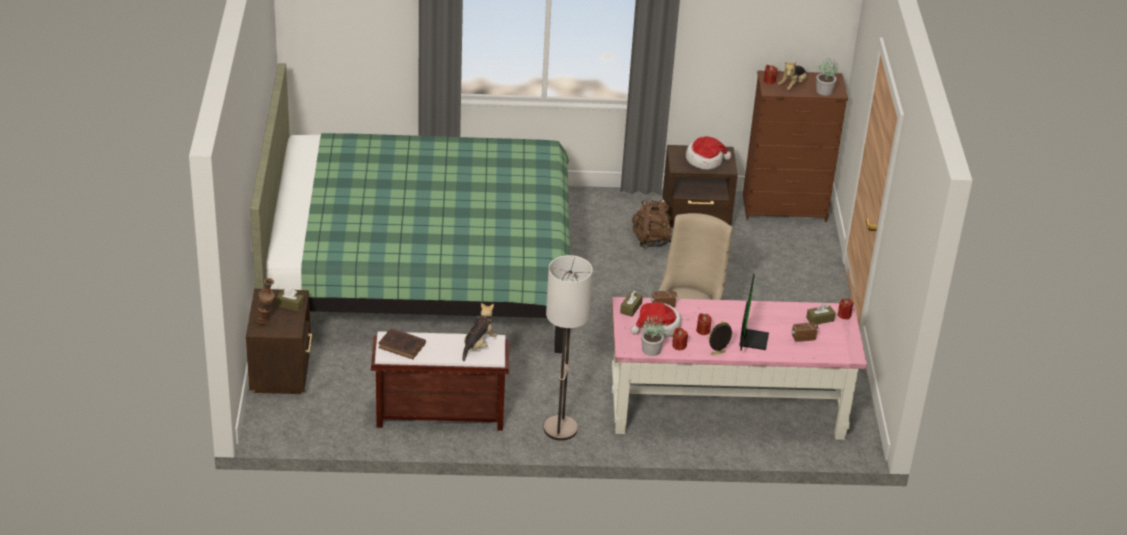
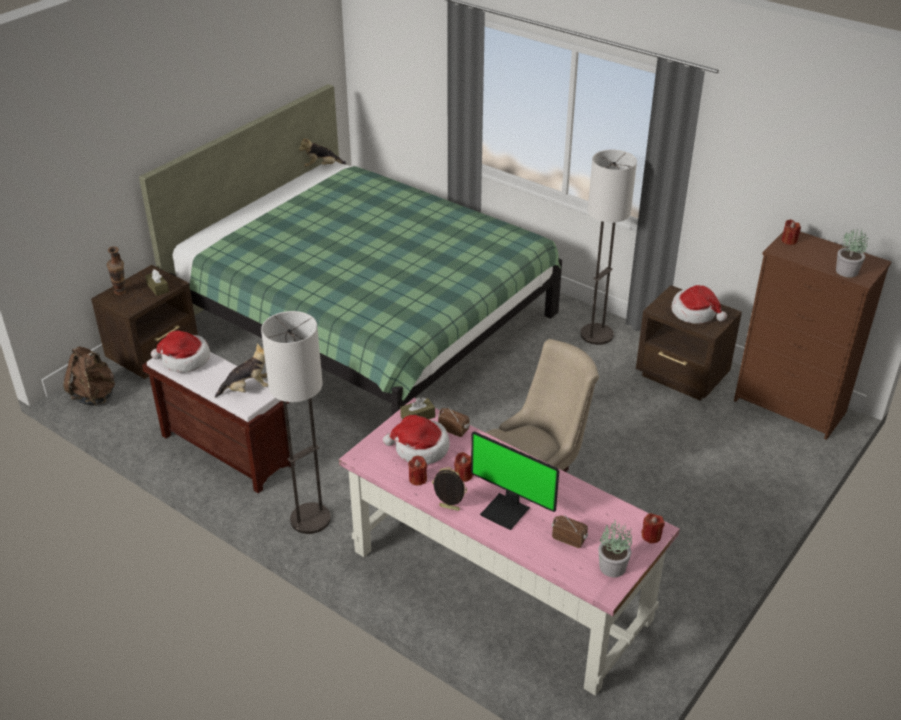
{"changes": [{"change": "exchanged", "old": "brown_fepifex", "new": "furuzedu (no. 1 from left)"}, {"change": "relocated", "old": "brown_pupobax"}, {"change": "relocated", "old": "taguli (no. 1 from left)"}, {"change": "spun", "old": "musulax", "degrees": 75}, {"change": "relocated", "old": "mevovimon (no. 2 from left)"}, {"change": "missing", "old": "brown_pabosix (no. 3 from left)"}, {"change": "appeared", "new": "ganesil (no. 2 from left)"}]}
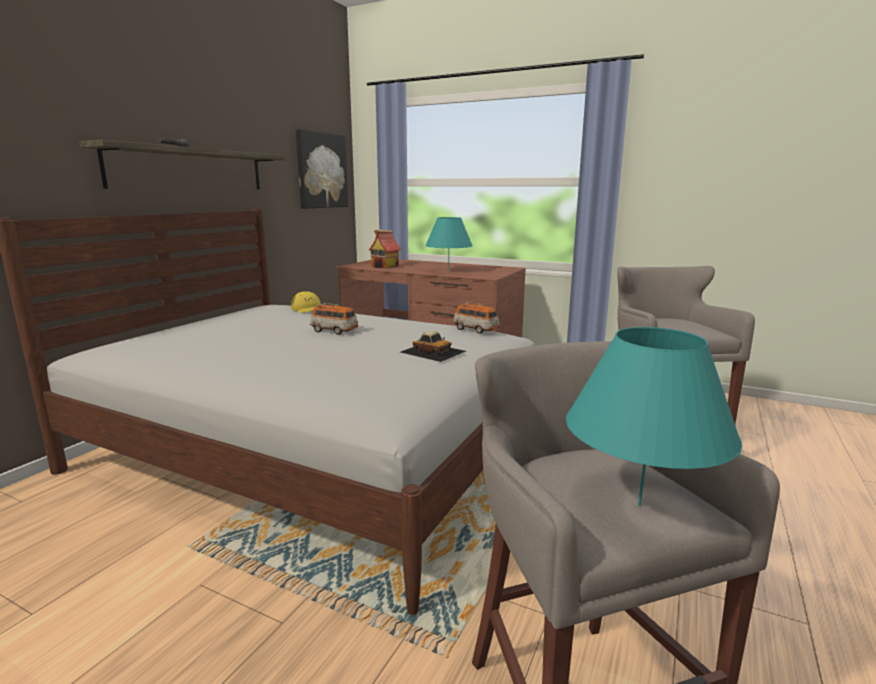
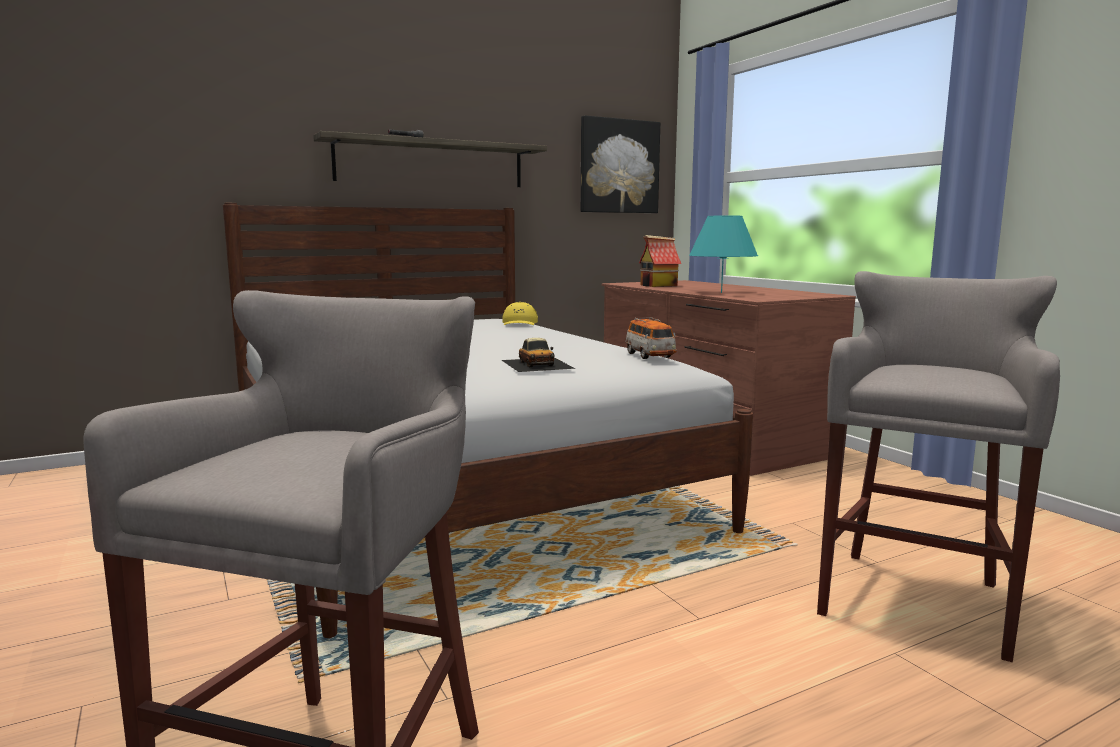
{"changes": [{"change": "missing", "old": "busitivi (no. 1 from left)"}, {"change": "missing", "old": "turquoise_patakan (no. 2 from left)"}]}
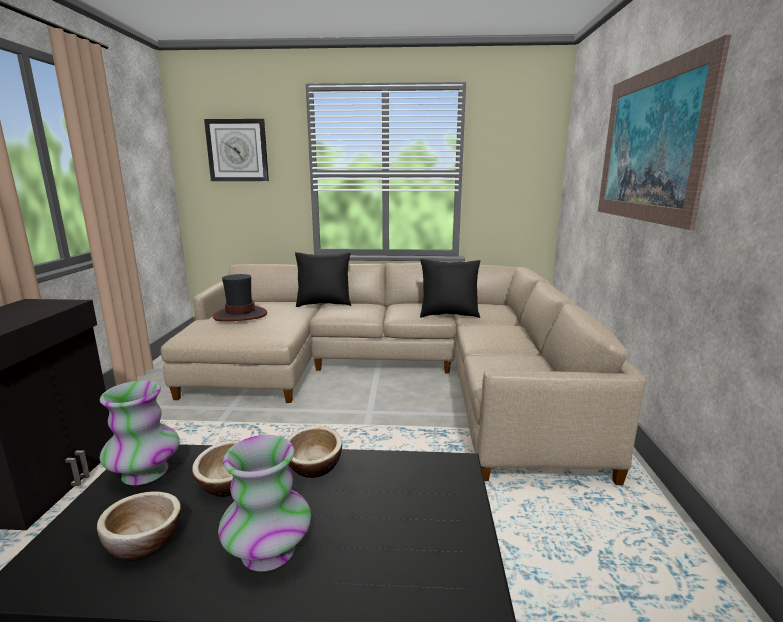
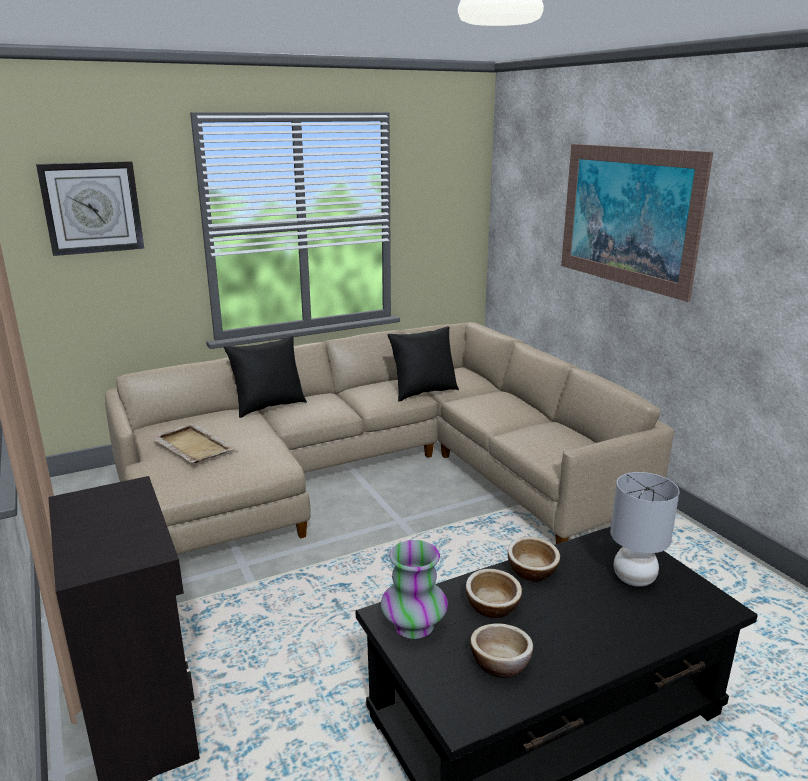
{"changes": [{"change": "exchanged", "old": "furuzedu", "new": "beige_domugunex"}, {"change": "missing", "old": "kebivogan (no. 2 from left)"}, {"change": "appeared", "new": "grey_patakan"}]}
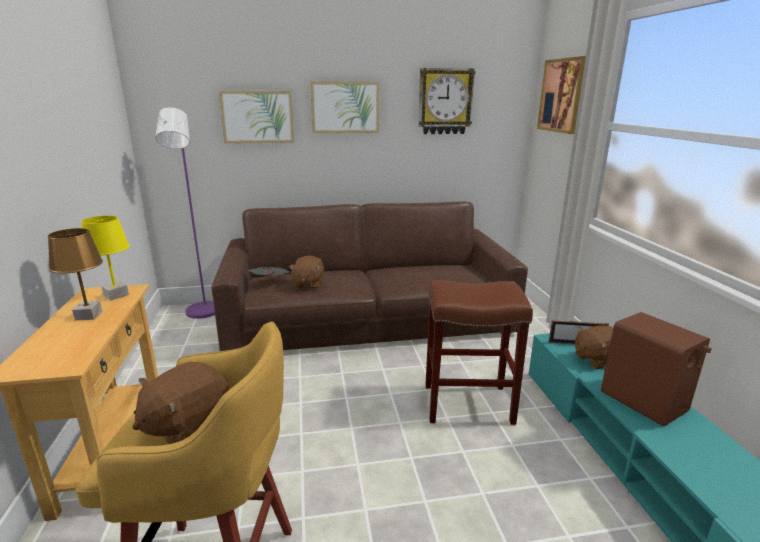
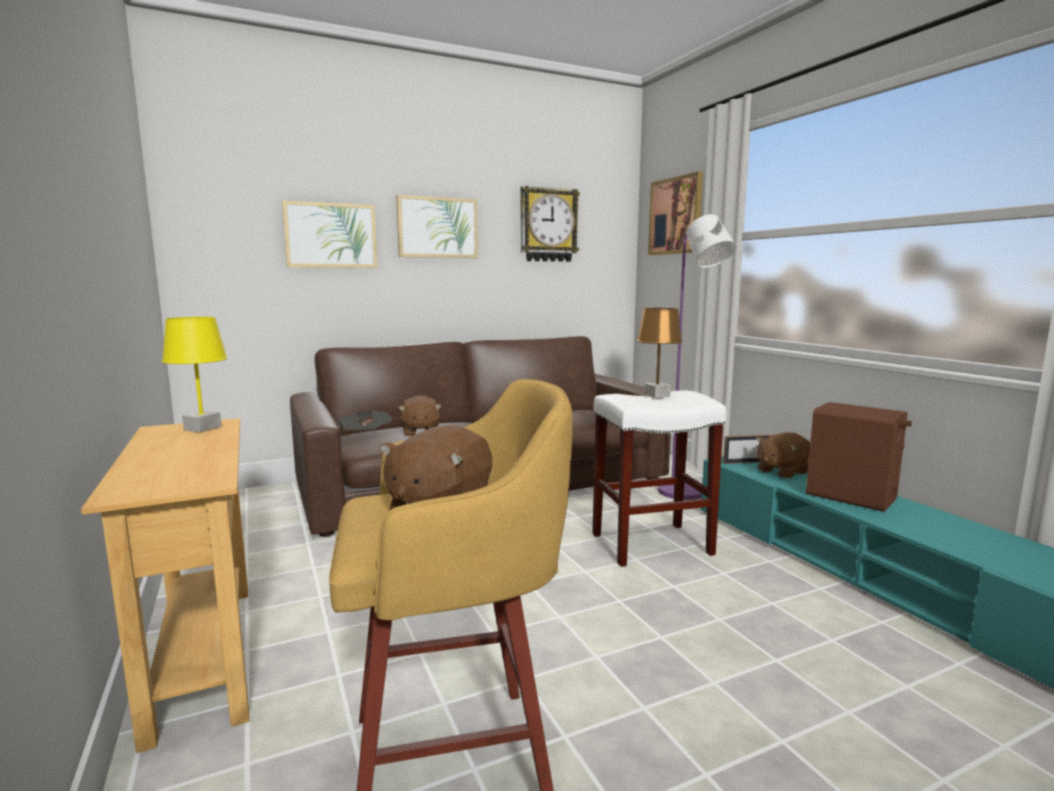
{"changes": [{"change": "relocated", "old": "brown_patakan"}, {"change": "relocated", "old": "purple_ganesil"}, {"change": "colour", "old": "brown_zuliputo", "new": "white_zuliputo"}]}
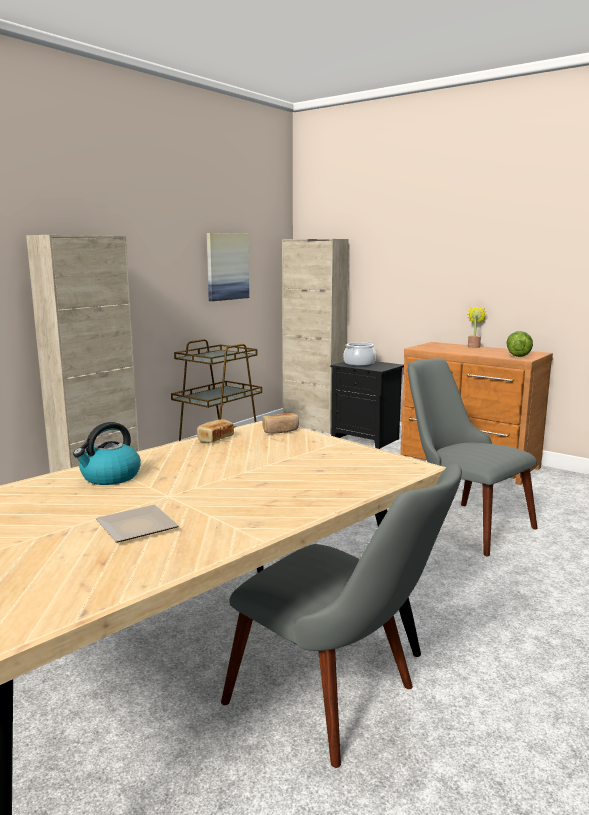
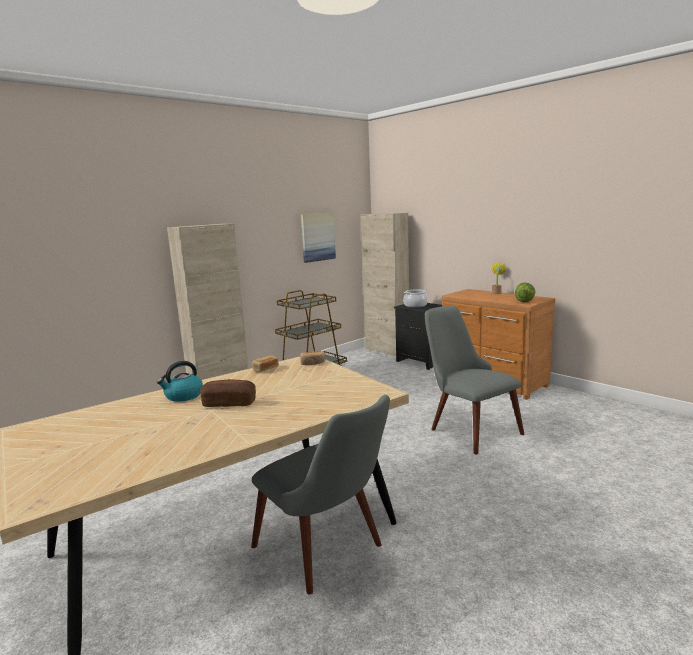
{"changes": [{"change": "missing", "old": "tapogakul"}, {"change": "appeared", "new": "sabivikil (no. 1 from left)"}]}
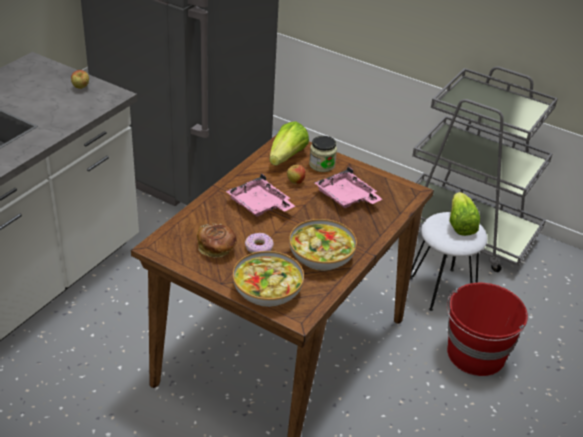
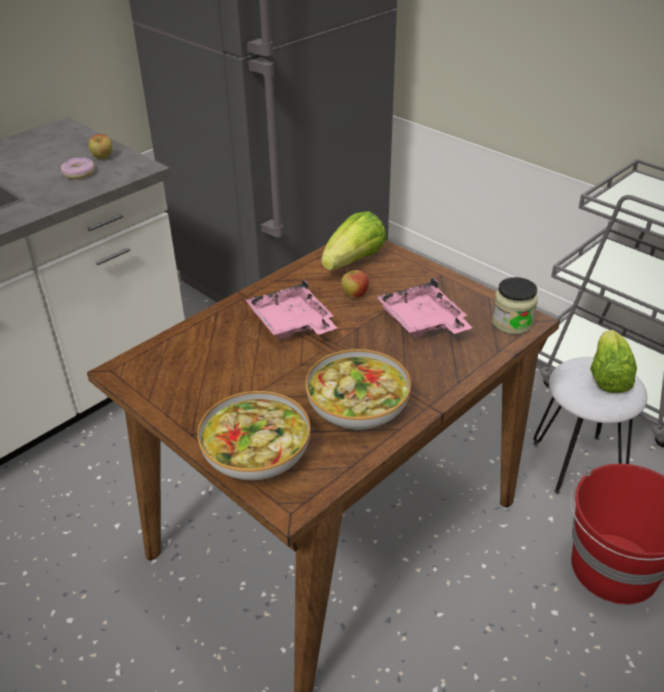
{"changes": [{"change": "missing", "old": "sabivikil"}, {"change": "relocated", "old": "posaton"}, {"change": "relocated", "old": "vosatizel"}]}
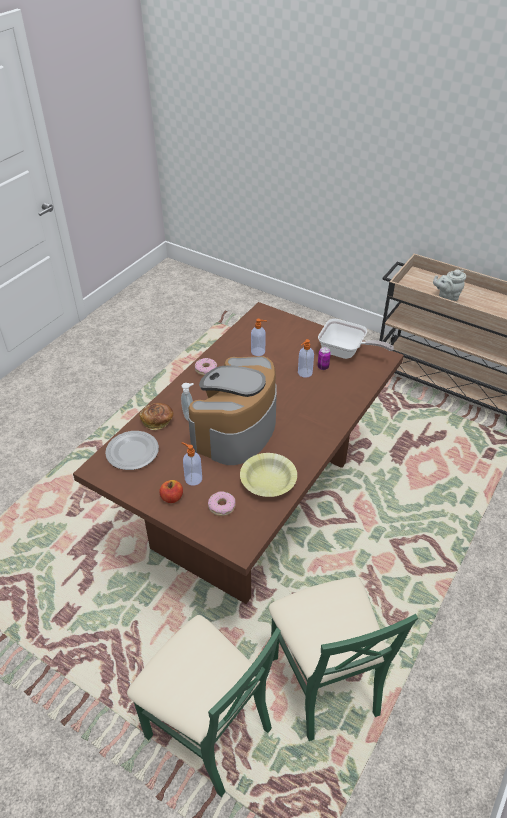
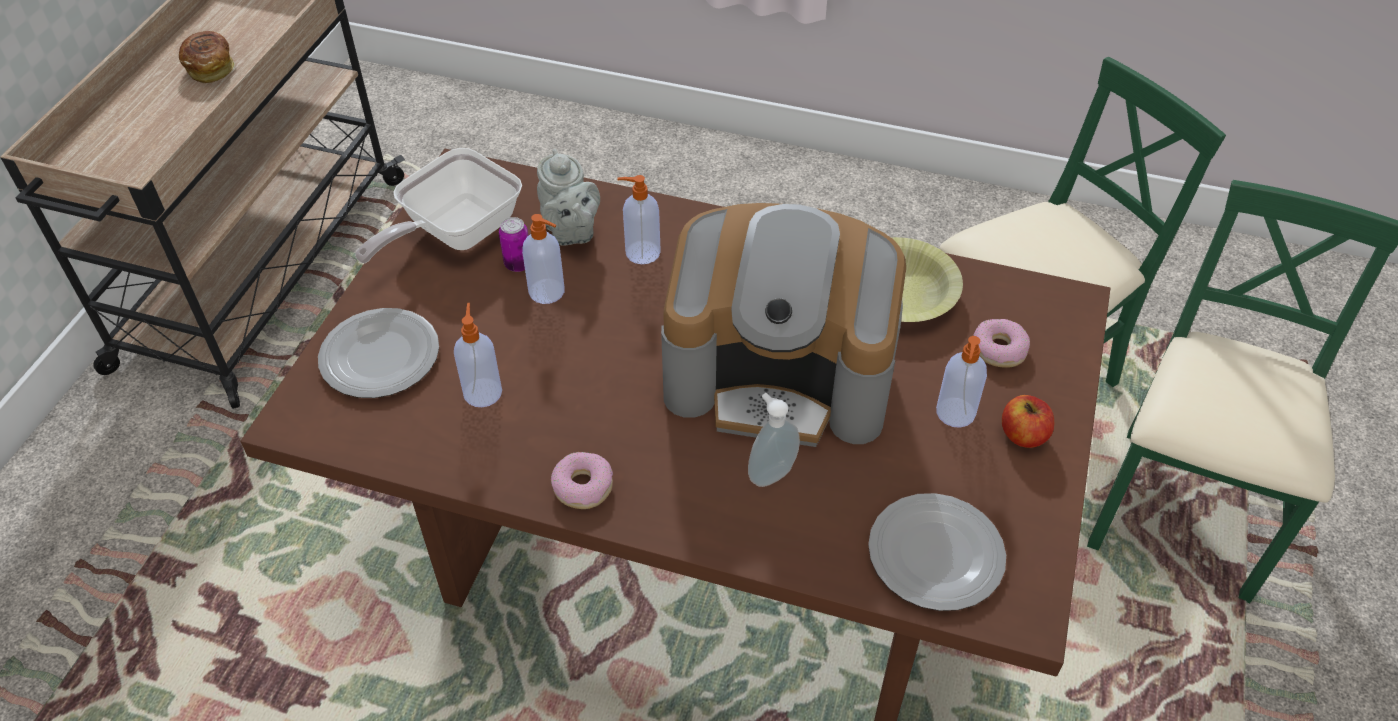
{"changes": [{"change": "relocated", "old": "sabivikil"}, {"change": "spun", "old": "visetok", "degrees": -150}, {"change": "relocated", "old": "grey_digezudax"}, {"change": "appeared", "new": "tapogakul (no. 1 from left)"}, {"change": "appeared", "new": "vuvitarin (no. 3 from left)"}]}
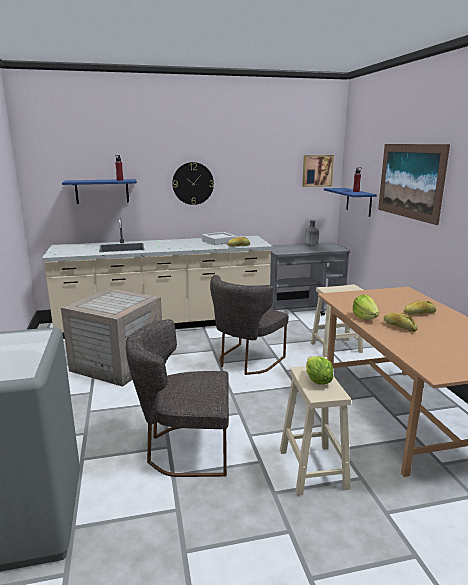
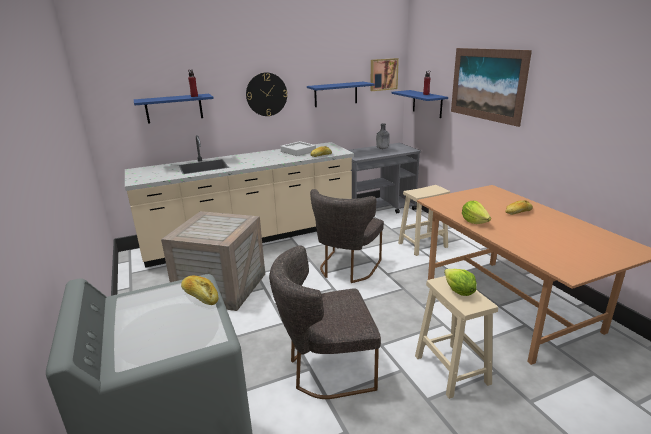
{"changes": [{"change": "relocated", "old": "sabivikil (no. 2 from left in the first image)", "new": "sabivikil (no. 1 from left)"}, {"change": "appeared", "new": "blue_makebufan (no. 2 from left)"}]}
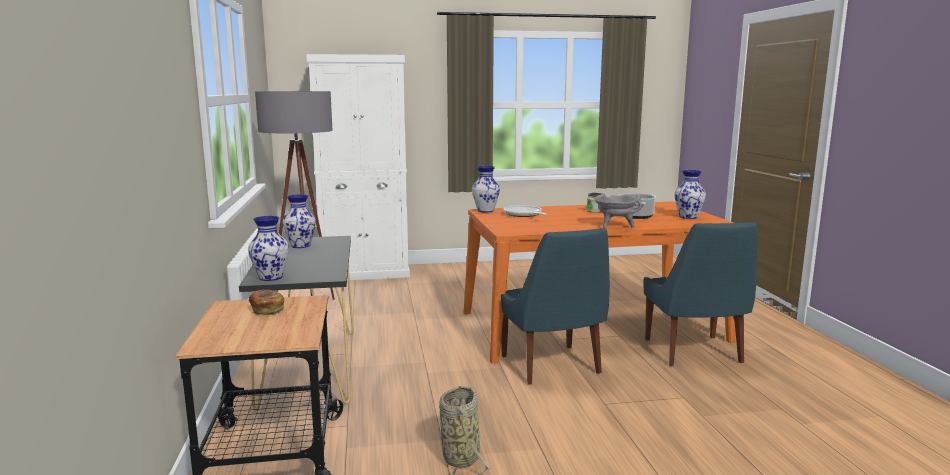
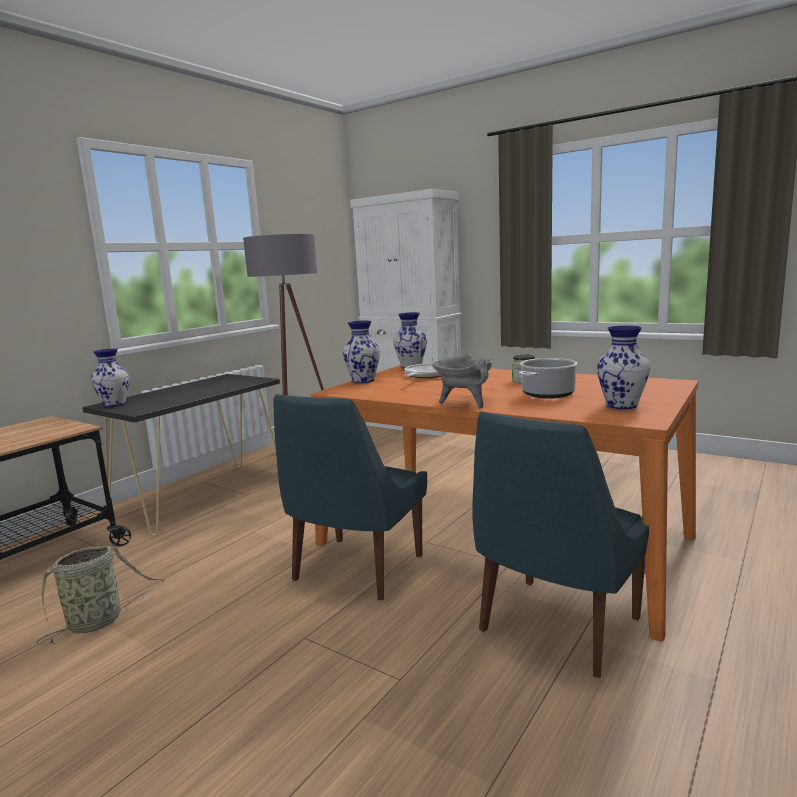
{"changes": [{"change": "missing", "old": "sabivikil"}, {"change": "relocated", "old": "kebivogan (no. 2 from left)"}]}
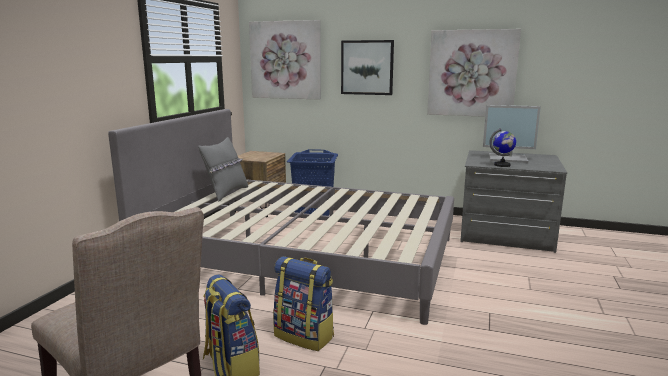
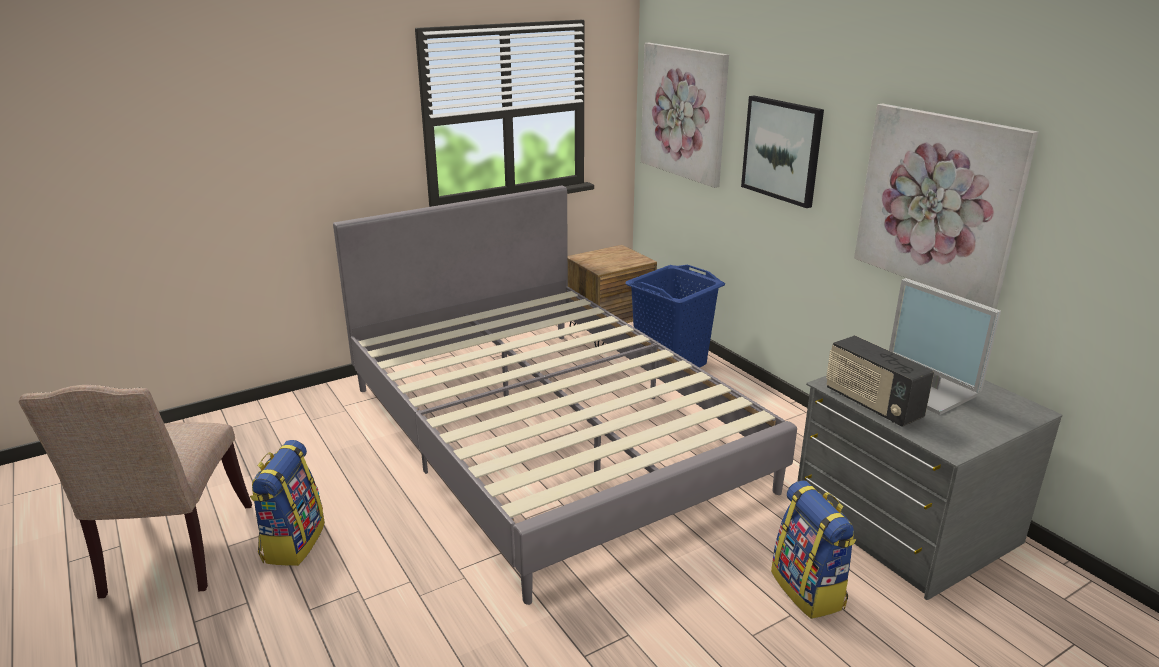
{"changes": [{"change": "missing", "old": "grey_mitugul"}, {"change": "relocated", "old": "pupobax (no. 2 from left)"}, {"change": "exchanged", "old": "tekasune", "new": "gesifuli"}]}
